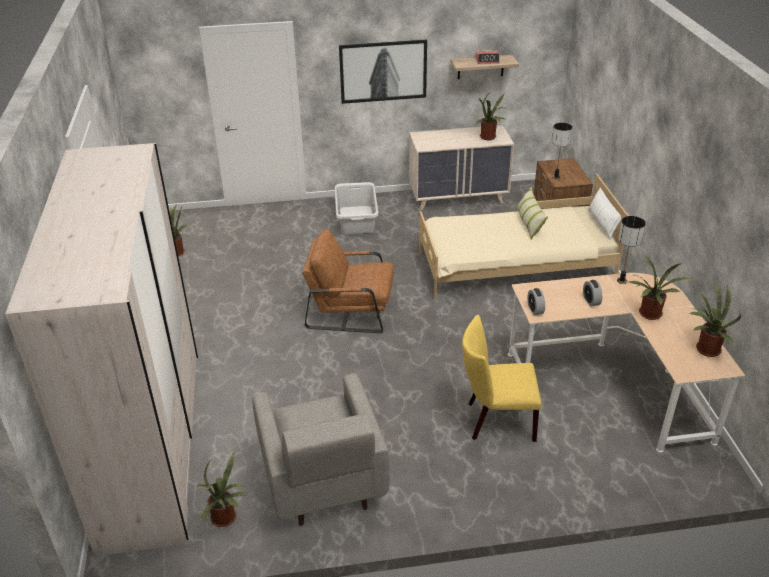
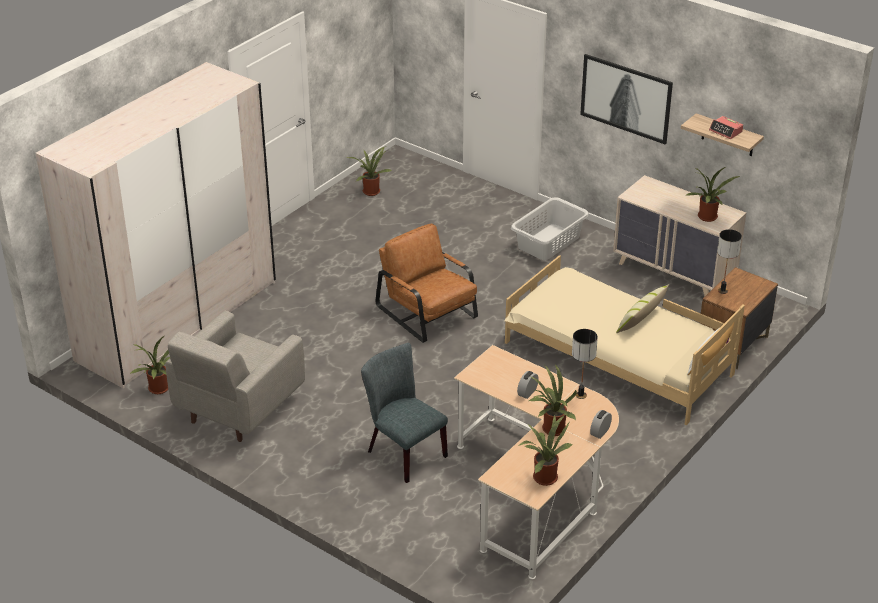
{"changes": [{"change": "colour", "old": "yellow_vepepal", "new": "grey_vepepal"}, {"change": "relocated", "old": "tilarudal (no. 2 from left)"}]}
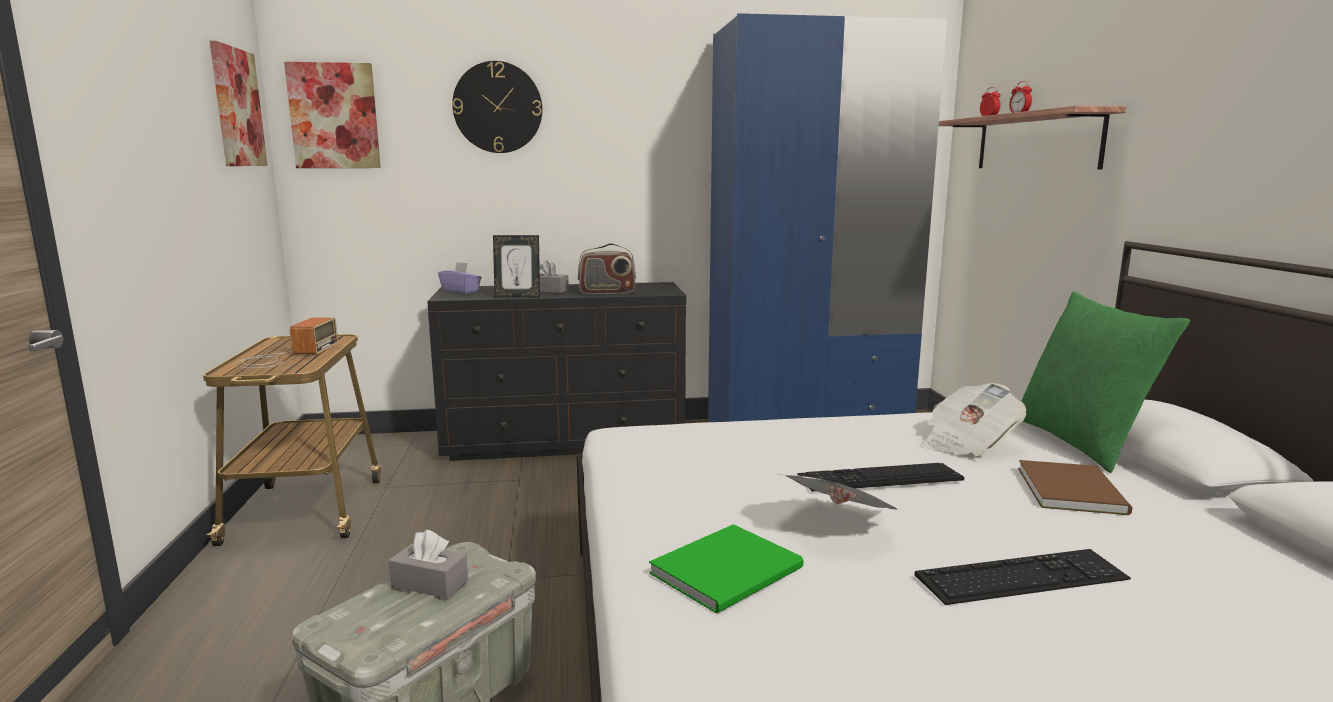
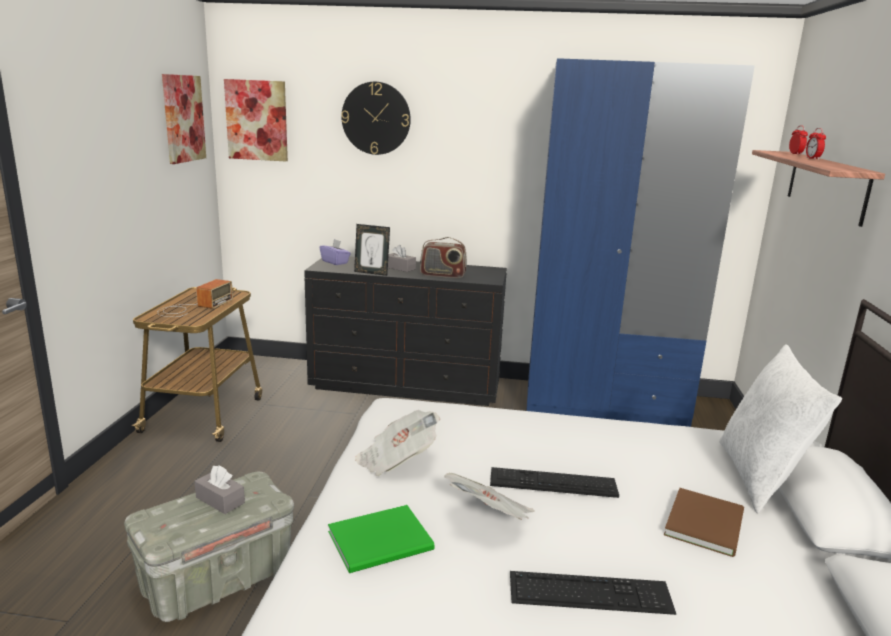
{"changes": [{"change": "relocated", "old": "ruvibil (no. 2 from left in the first image)", "new": "ruvibil (no. 1 from left)"}, {"change": "colour", "old": "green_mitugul", "new": "white_mitugul"}]}
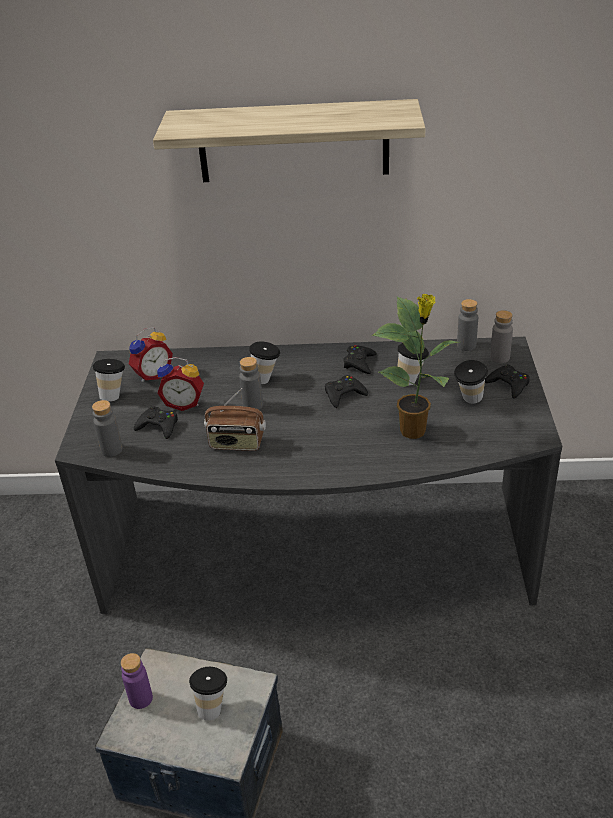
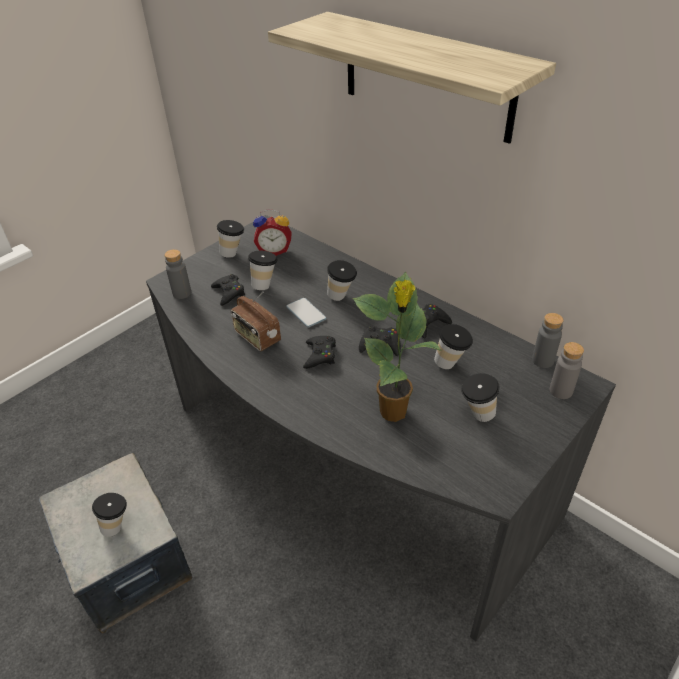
{"changes": [{"change": "missing", "old": "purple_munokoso"}, {"change": "exchanged", "old": "tilarudal (no. 2 from left)", "new": "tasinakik (no. 3 from left)"}, {"change": "exchanged", "old": "grey_munokoso (no. 2 from left)", "new": "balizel"}, {"change": "relocated", "old": "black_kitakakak (no. 4 from left in the first image)", "new": "black_kitakakak (no. 2 from left)"}]}
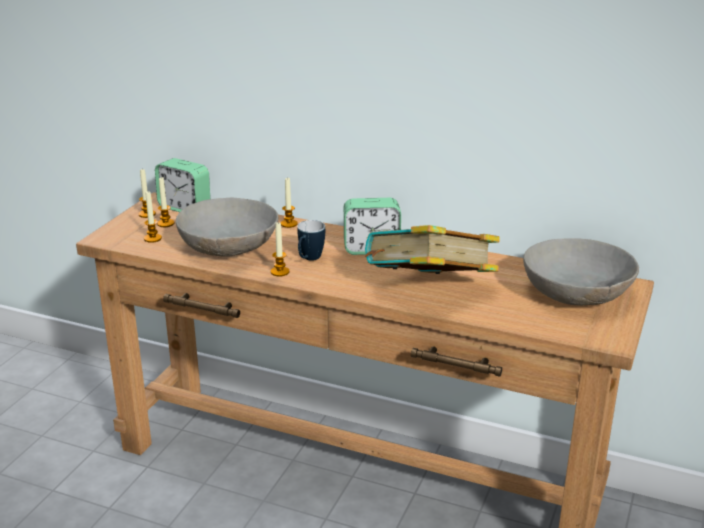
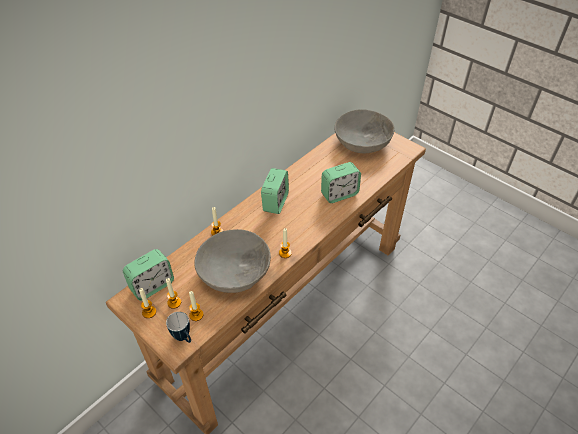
{"changes": [{"change": "relocated", "old": "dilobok"}, {"change": "exchanged", "old": "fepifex", "new": "tilarudal (no. 3 from left)"}]}
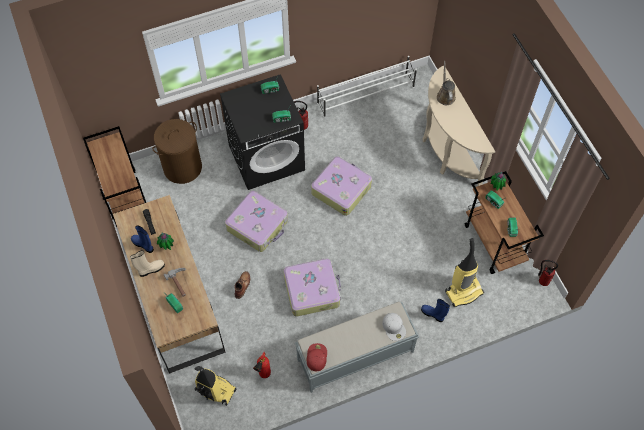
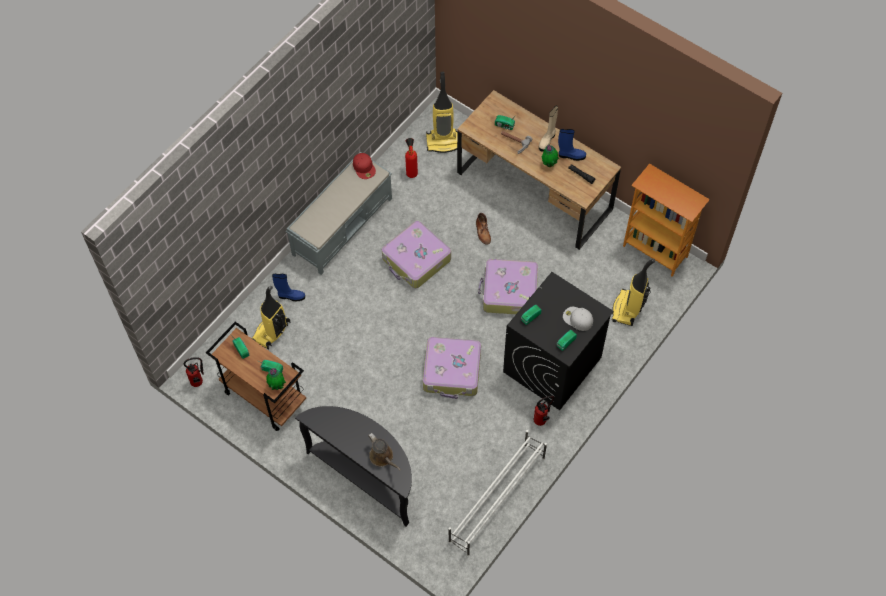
{"changes": [{"change": "exchanged", "old": "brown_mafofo (no. 1 from left)", "new": "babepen"}, {"change": "exchanged", "old": "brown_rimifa", "new": "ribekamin (no. 3 from left)"}, {"change": "relocated", "old": "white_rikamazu"}, {"change": "colour", "old": "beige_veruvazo", "new": "black_veruvazo"}]}
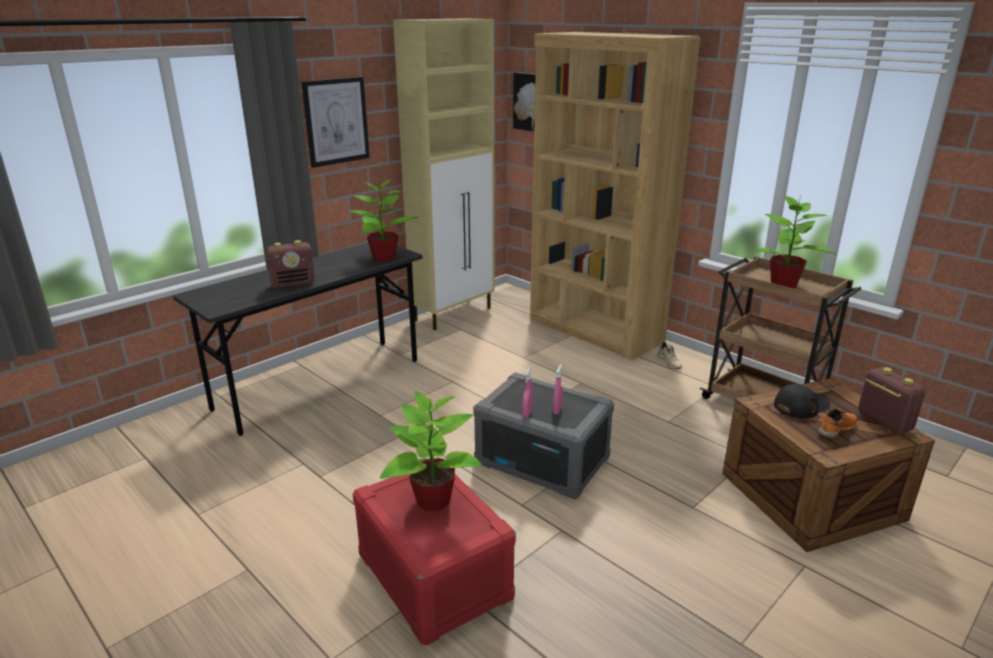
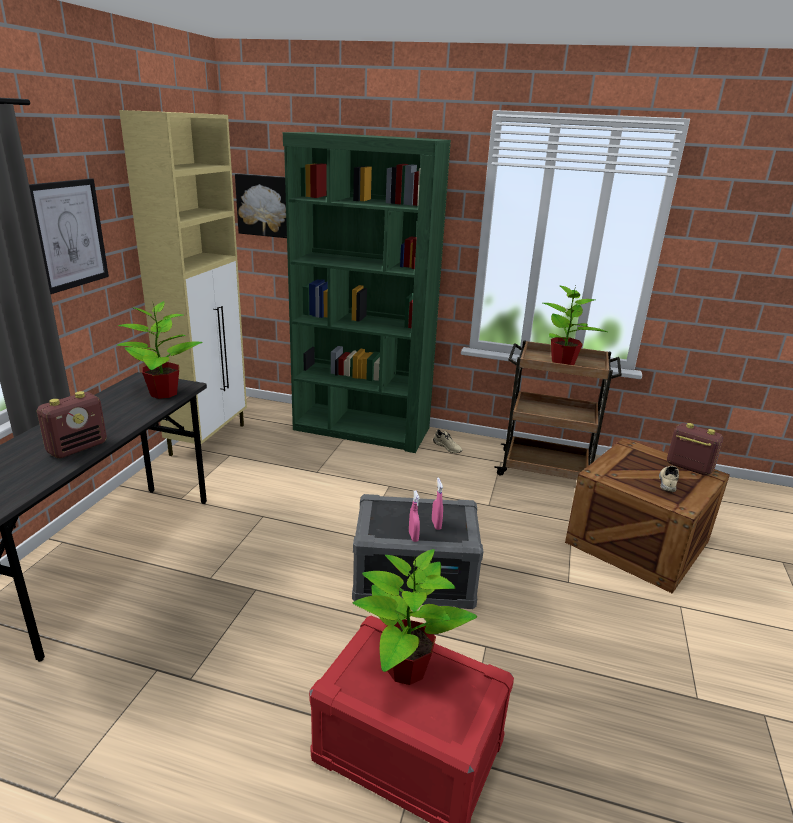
{"changes": [{"change": "colour", "old": "brown_babepen", "new": "green_babepen"}, {"change": "missing", "old": "black_rikamazu"}, {"change": "colour", "old": "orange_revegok", "new": "beige_revegok (no. 2 from left)"}]}
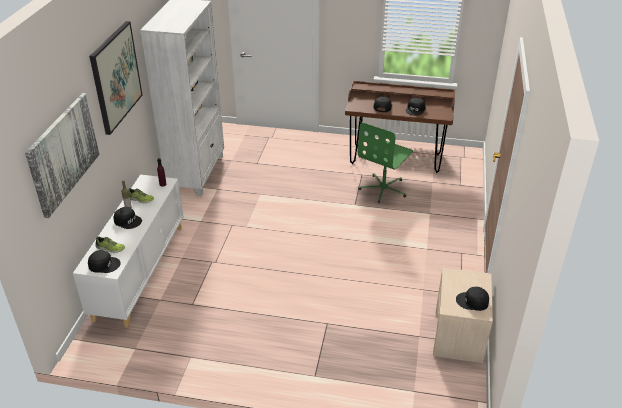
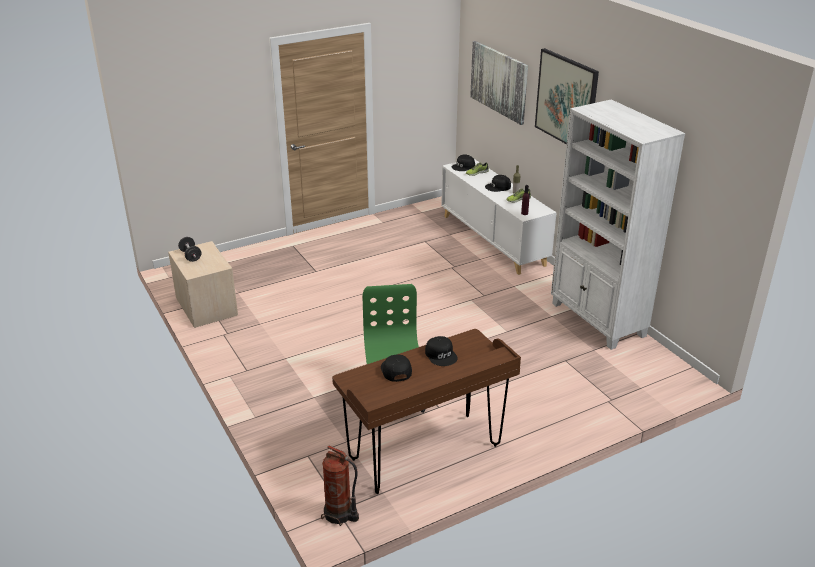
{"changes": [{"change": "exchanged", "old": "black_rikamazu (no. 5 from left)", "new": "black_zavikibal"}, {"change": "appeared", "new": "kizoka"}]}
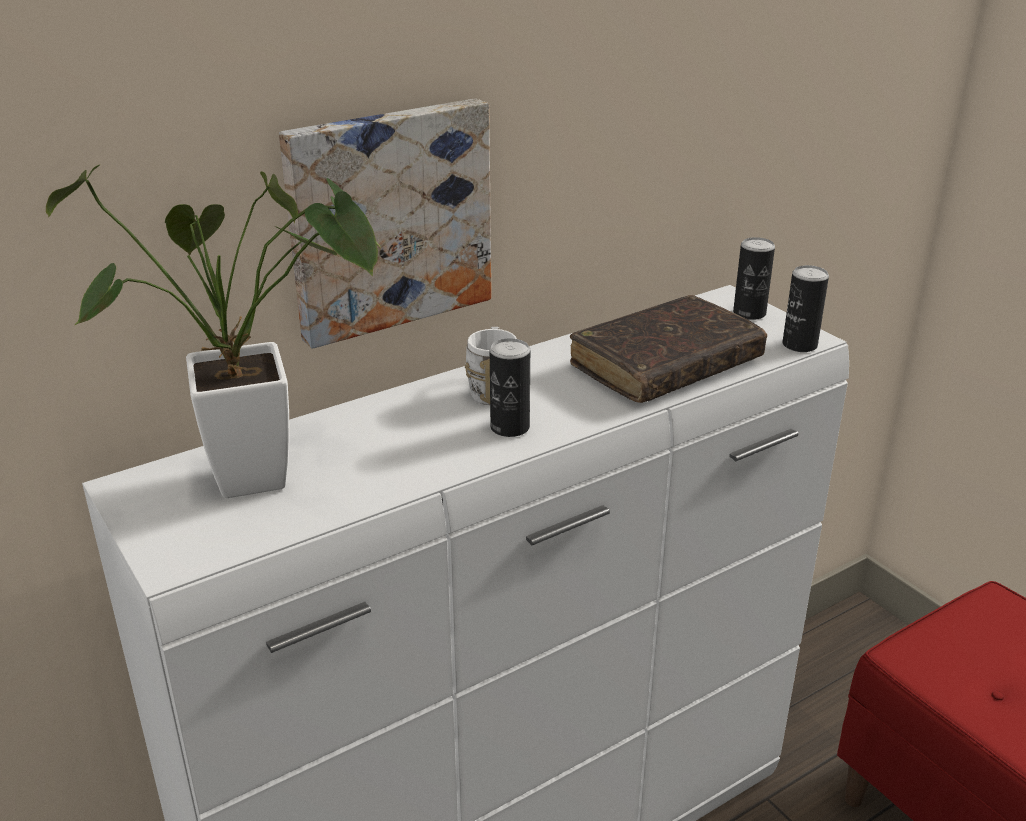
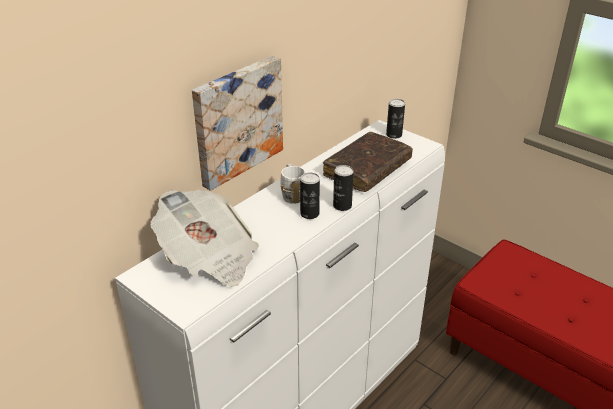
{"changes": [{"change": "exchanged", "old": "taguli", "new": "ruvibil"}, {"change": "relocated", "old": "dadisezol (no. 3 from left in the first image)", "new": "dadisezol (no. 2 from left)"}]}
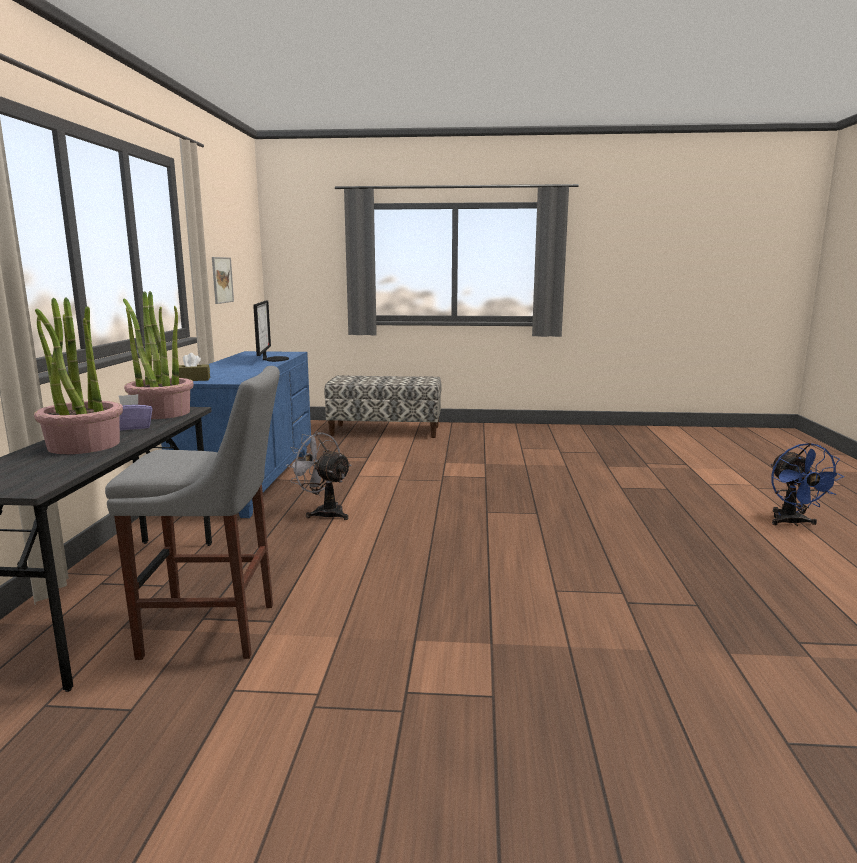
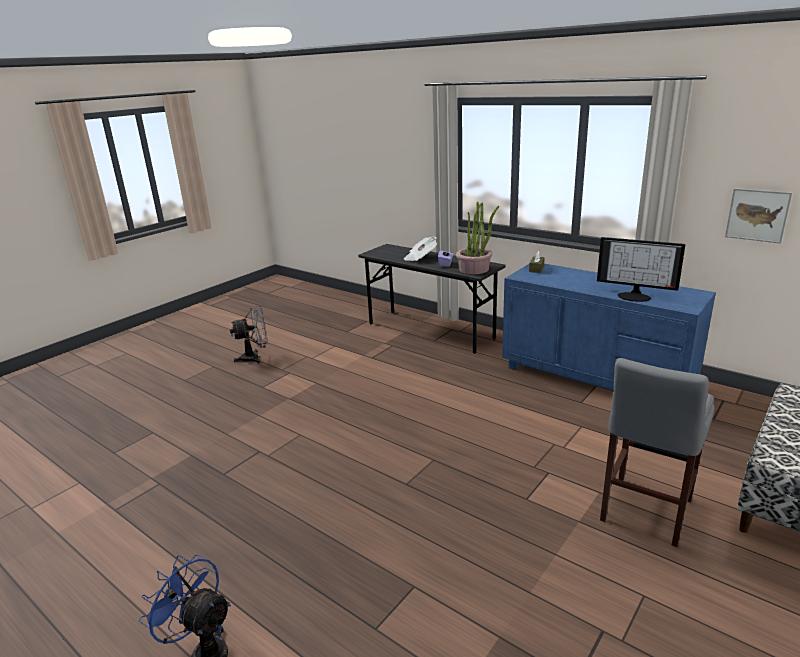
{"changes": [{"change": "exchanged", "old": "taguli (no. 1 from left)", "new": "ruvibil"}, {"change": "relocated", "old": "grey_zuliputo"}, {"change": "relocated", "old": "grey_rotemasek"}]}
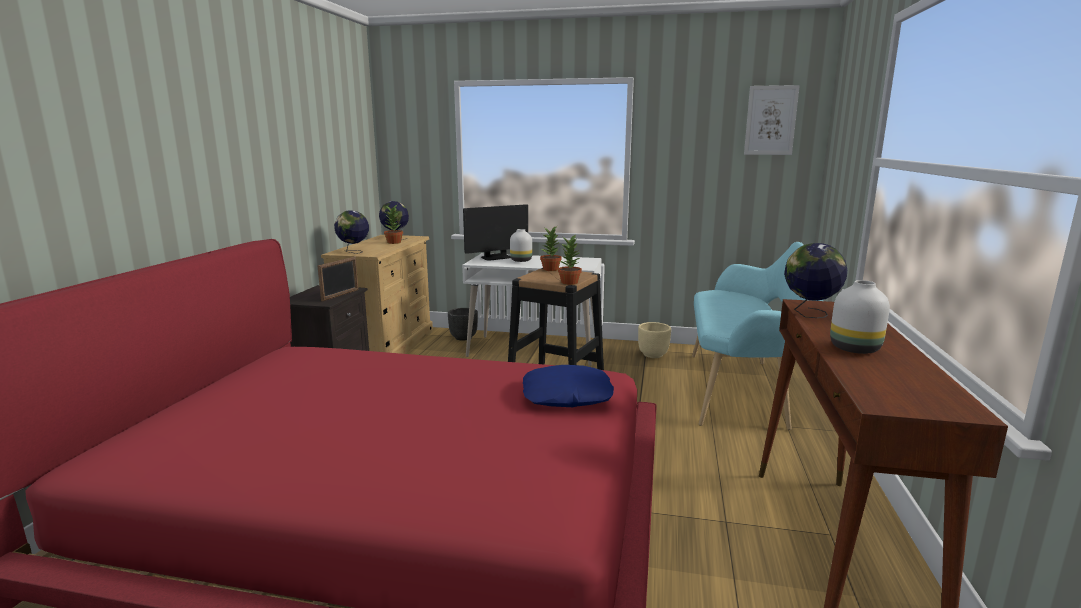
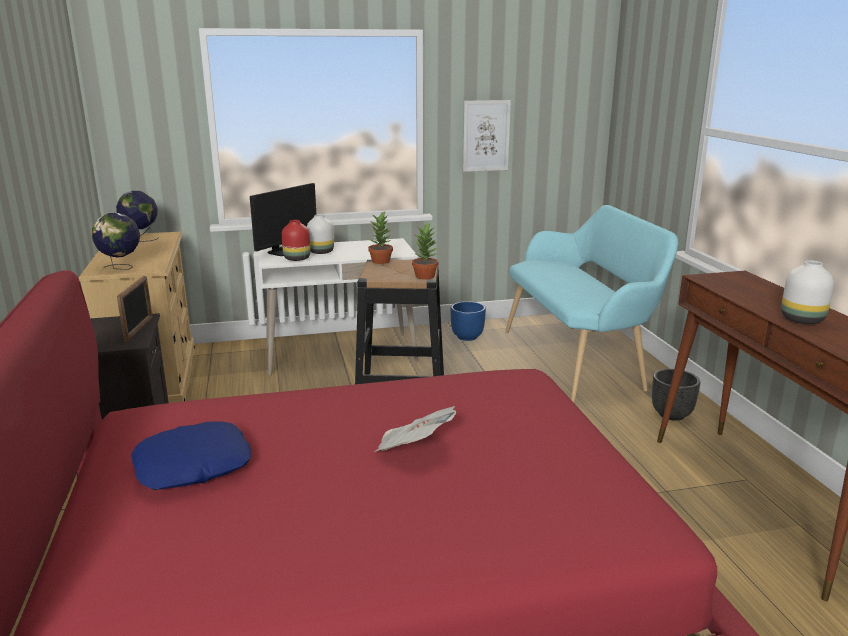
{"changes": [{"change": "missing", "old": "taguli (no. 1 from left)"}, {"change": "relocated", "old": "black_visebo"}, {"change": "relocated", "old": "blue_mitugul"}, {"change": "colour", "old": "beige_visebo", "new": "blue_visebo"}, {"change": "relocated", "old": "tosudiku"}, {"change": "missing", "old": "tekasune (no. 3 from left)"}, {"change": "appeared", "new": "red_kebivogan"}, {"change": "appeared", "new": "ruvibil"}]}
